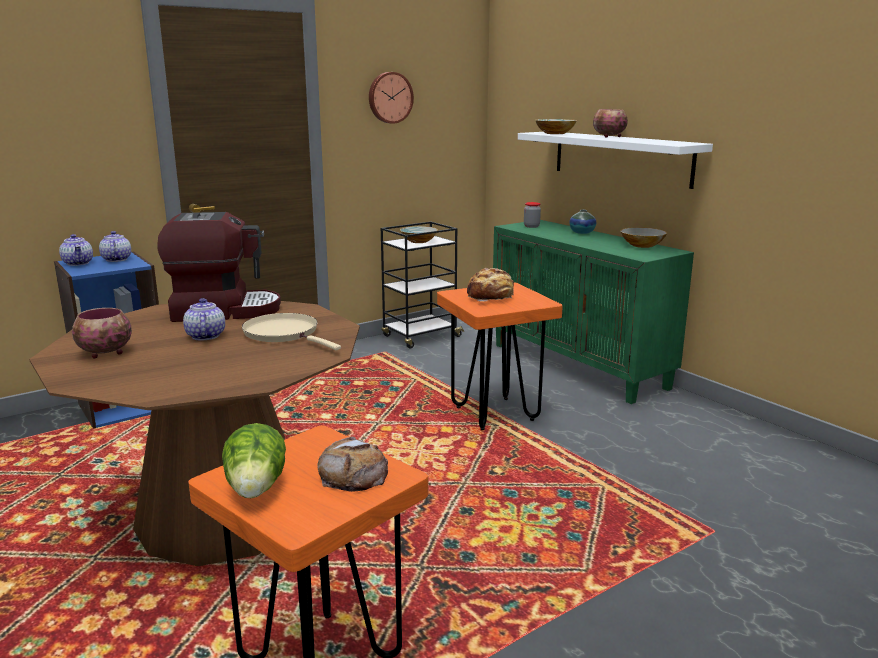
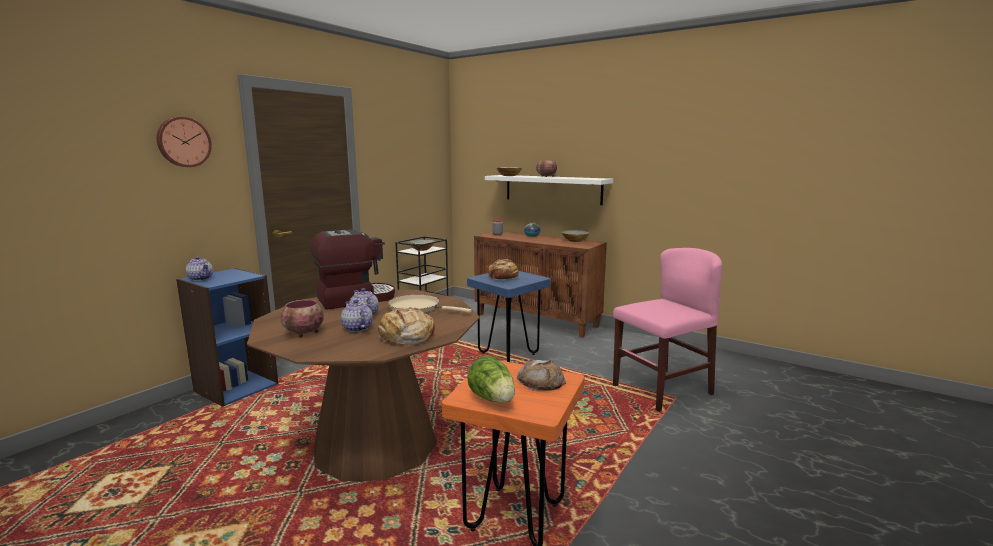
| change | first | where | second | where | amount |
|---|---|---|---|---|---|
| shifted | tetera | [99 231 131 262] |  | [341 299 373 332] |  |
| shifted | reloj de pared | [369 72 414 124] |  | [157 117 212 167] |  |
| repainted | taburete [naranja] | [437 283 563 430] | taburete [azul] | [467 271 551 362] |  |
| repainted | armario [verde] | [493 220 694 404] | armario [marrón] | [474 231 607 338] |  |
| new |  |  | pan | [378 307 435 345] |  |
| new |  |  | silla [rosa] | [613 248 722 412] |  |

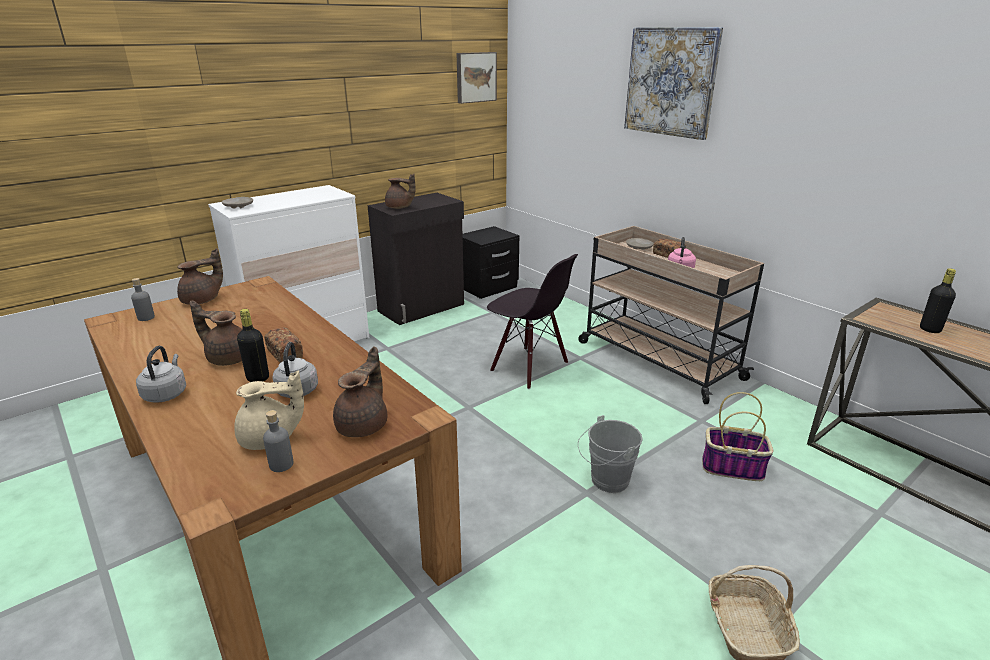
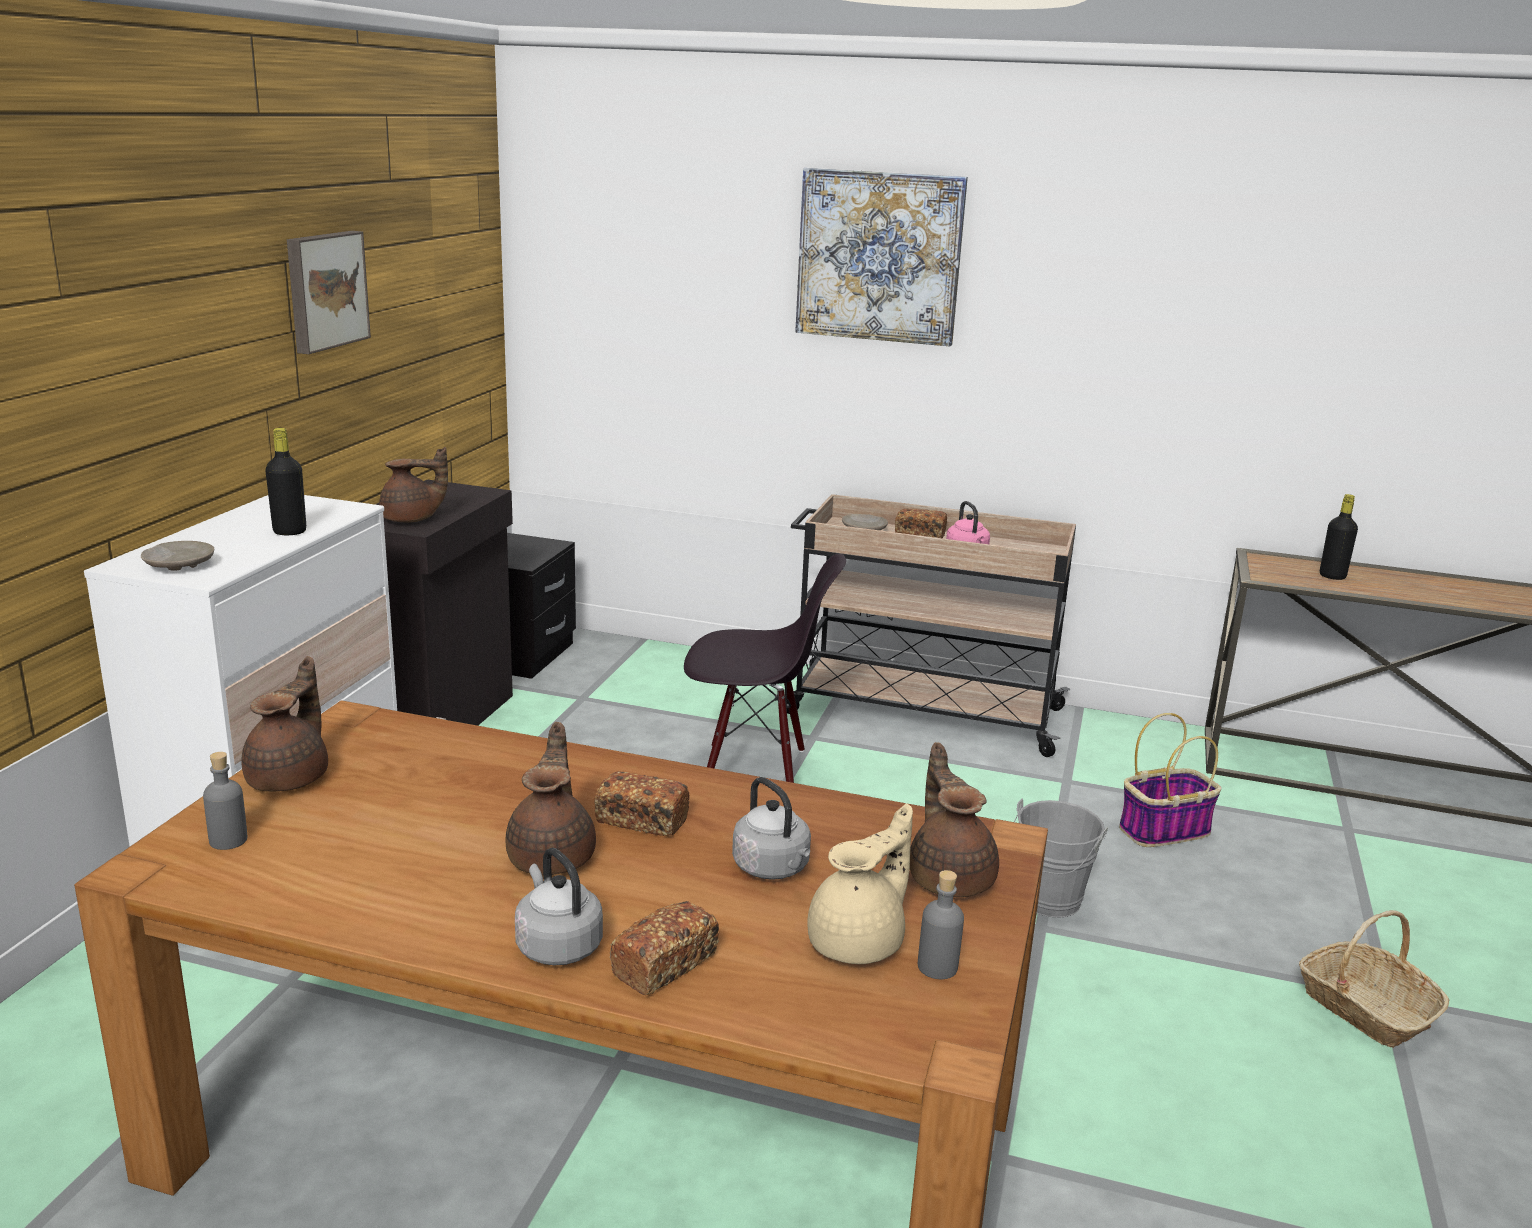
| change | first | where | second | where | amount |
|---|---|---|---|---|---|
| rotated | tetera [marrón] | [190 300 242 366] |  | [506 722 596 875] | 105 degrees clockwise |
| shifted | botella [negro] | [237 309 269 382] |  | [265 428 306 535] |  |
| shifted | cuadro | [456 52 497 104] |  | [287 231 371 354] |  |
| new |  |  | pan | [610 901 719 995] |  |

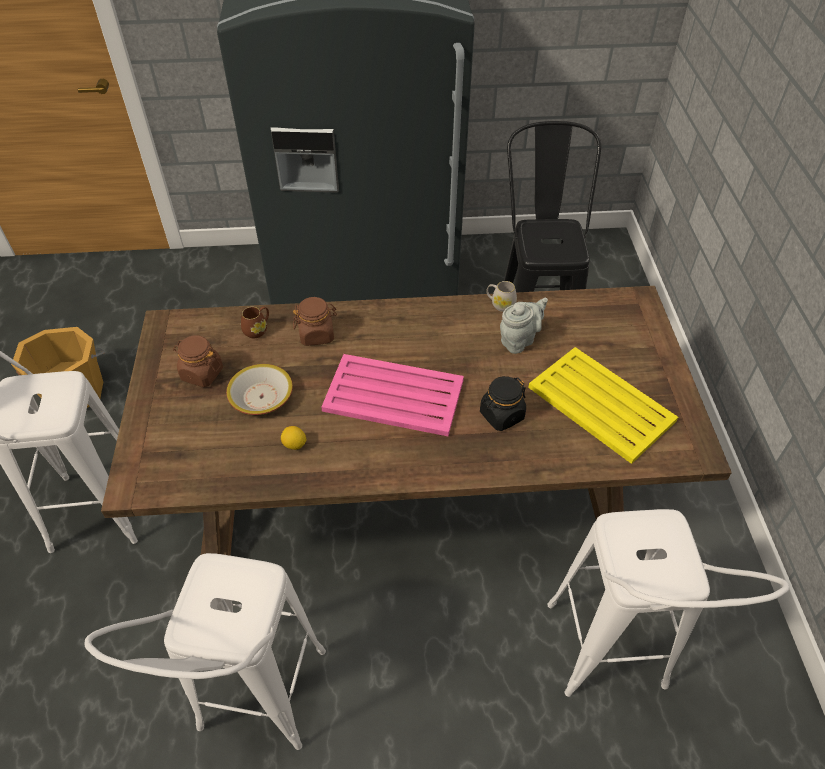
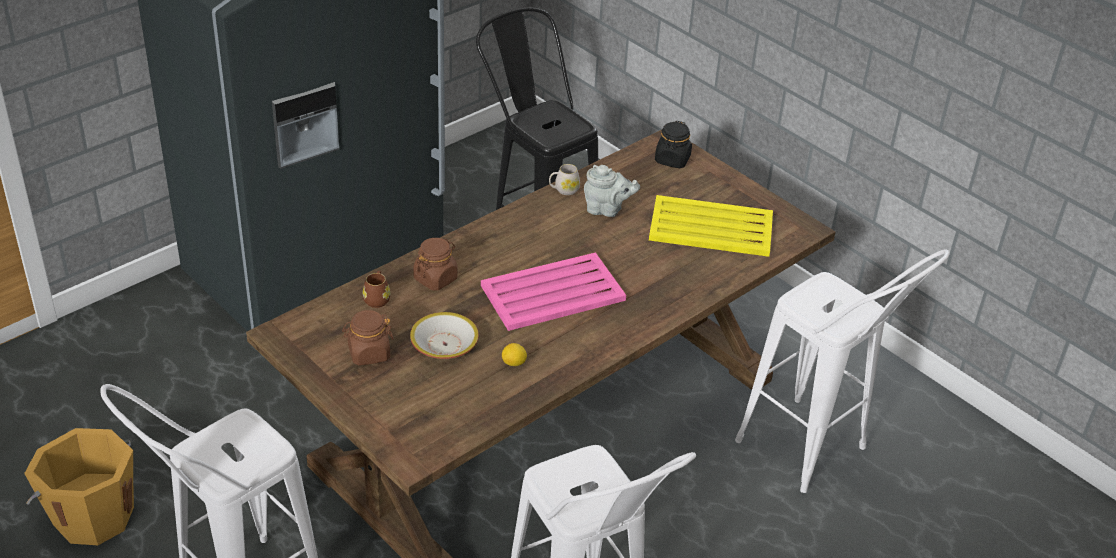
| change | first | where | second | where | amount |
|---|---|---|---|---|---|
| shifted | tarro [negro] | [480 376 526 431] |  | [655 121 692 168] |  |
| rotated | tetera [gris] | [500 298 548 354] |  | [584 165 640 217] | 90 degrees clockwise |

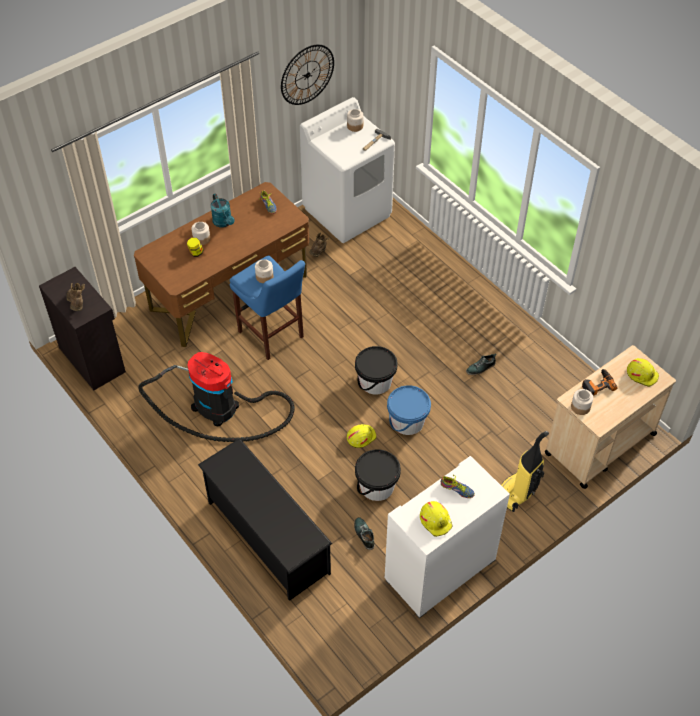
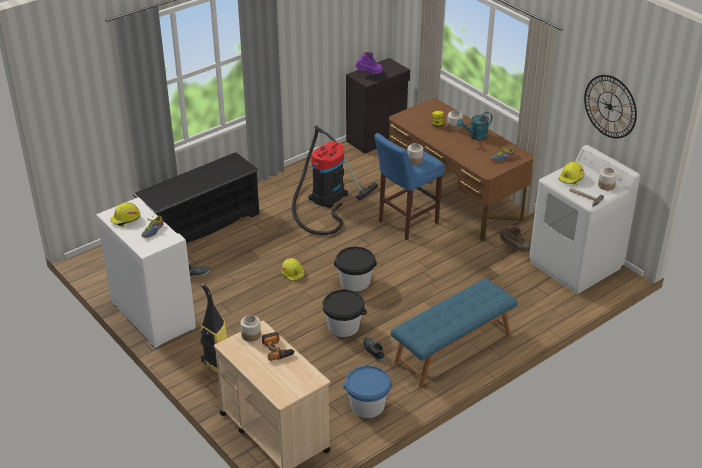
| change | first | where | second | where | amount |
|---|---|---|---|---|---|
| repainted | bota [marrón] | [66 283 85 311] | bota [morado] | [355 52 383 74] |  |
| shifted | cubo [negro] | [355 449 401 501] |  | [322 289 367 337] |  |
| shifted | cubo [azul] | [387 385 431 435] |  | [343 366 392 418] |  |
| shifted | casco [amarillo] | [627 358 659 387] |  | [559 162 584 185] |  |
| new |  |  | banco [azul] | [391 278 518 387] |  |

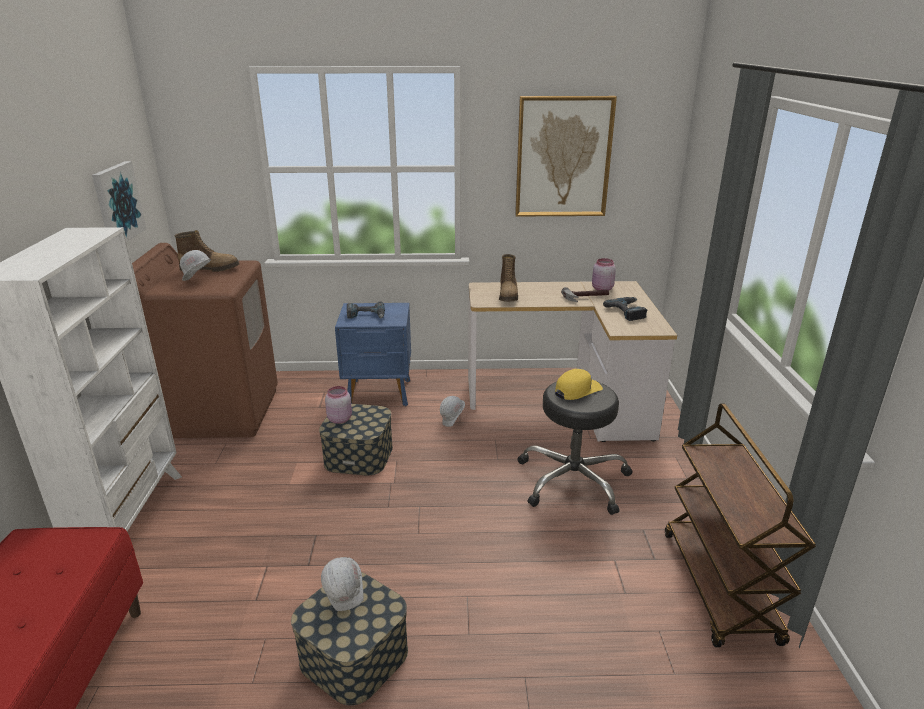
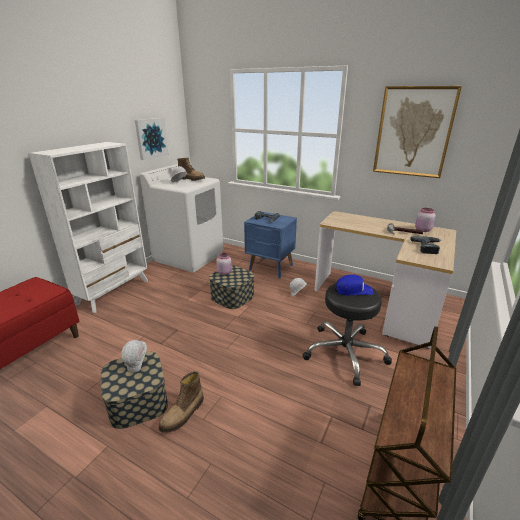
| change | first | where | second | where | amount |
|---|---|---|---|---|---|
| repainted | lavadora [marrón] | [132 243 278 438] | lavadora [blanco] | [140 164 223 272] |  |
| shifted | bota | [499 254 518 301] |  | [159 371 204 433] |  |
| repainted | gorra [amarillo] | [555 369 603 400] | gorra [azul] | [335 274 373 295] |  |

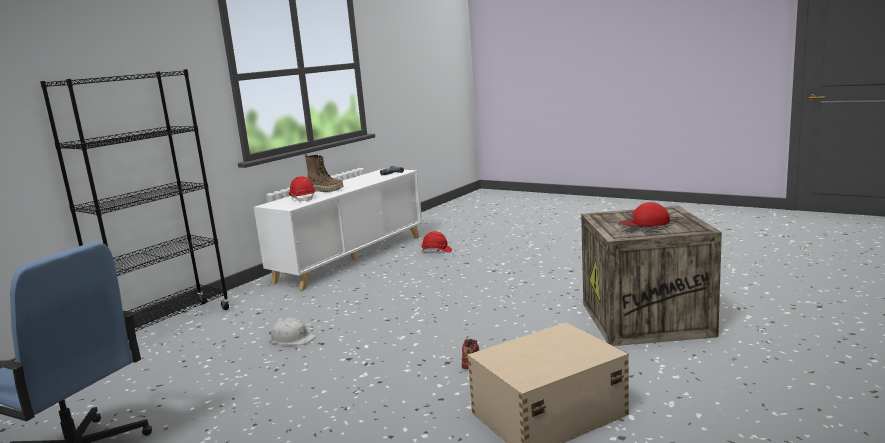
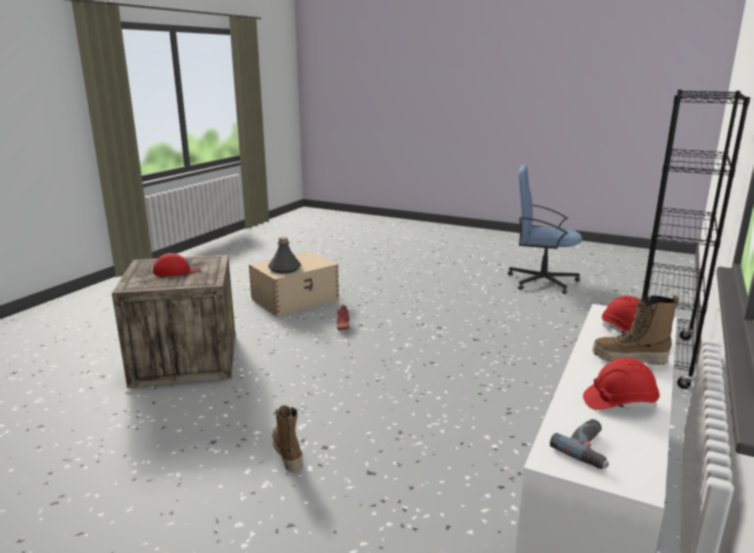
| change | first | where | second | where | amount |
|---|---|---|---|---|---|
| gone | casco [blanco] | [269 318 316 345] |  |  |  |
| shifted | casco [rojo] | [421 231 452 253] |  | [583 358 660 410] |  |
| new |  |  | botella [gris] | [268 237 301 273] |  |
| new |  |  | bota | [272 405 303 473] |  |

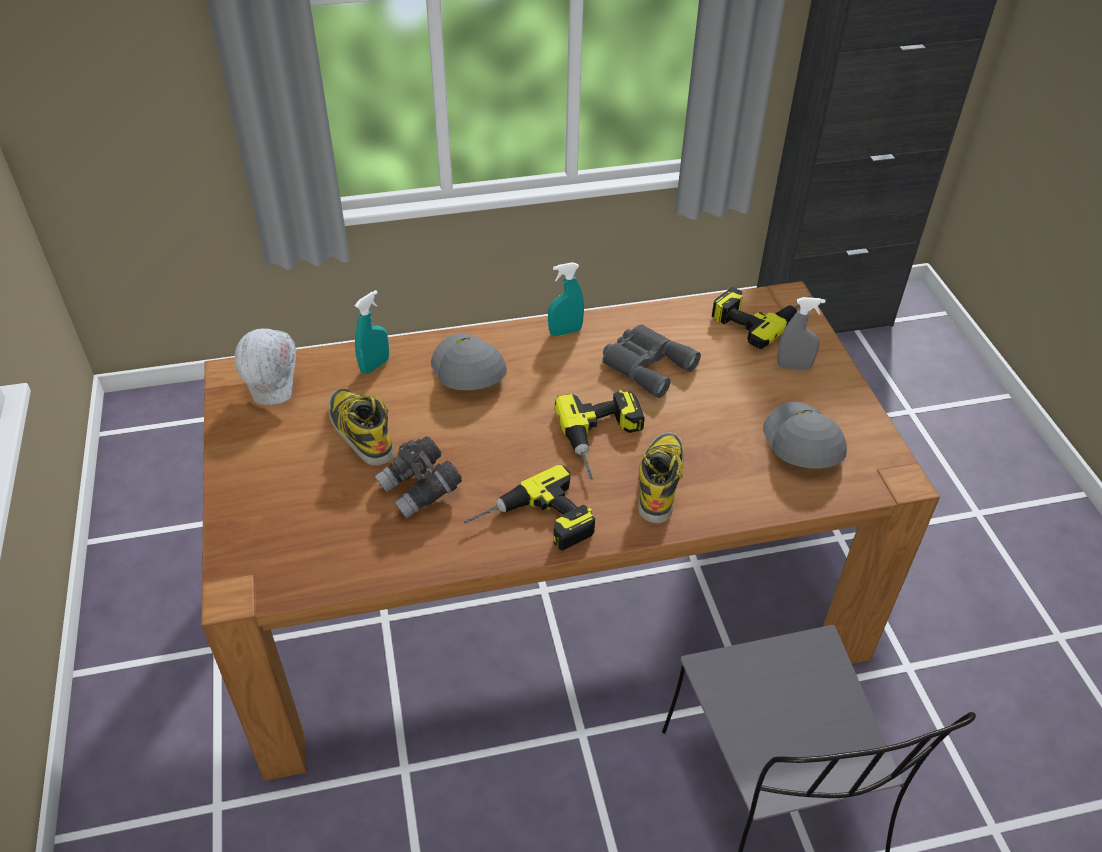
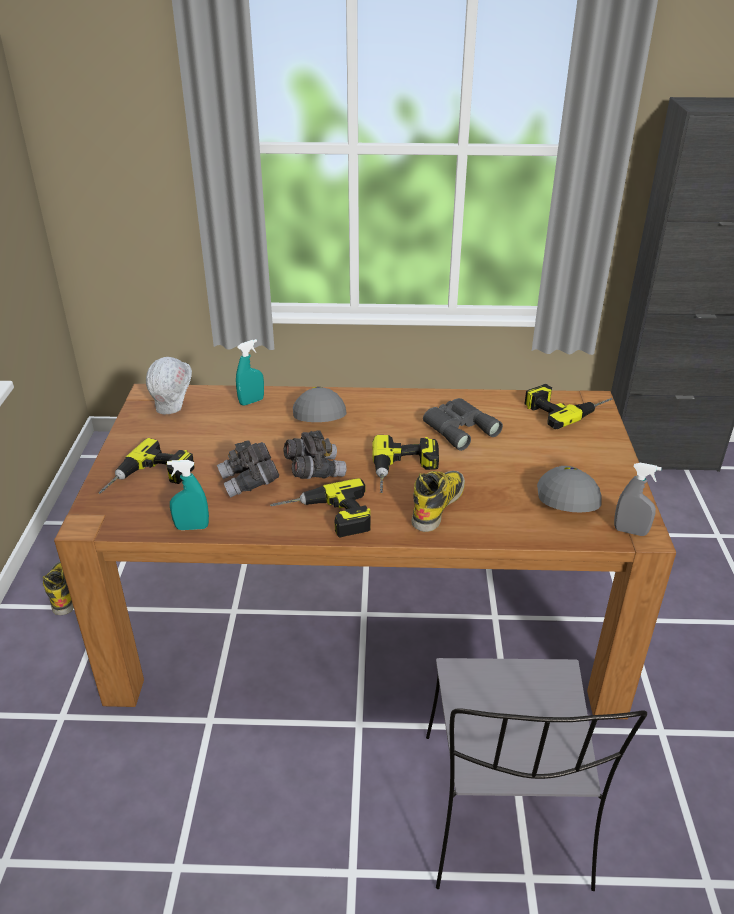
| change | first | where | second | where | amount |
|---|---|---|---|---|---|
| shifted | bota | [328 388 394 465] |  | [43 562 74 615] |  |
| shifted | pulverizador [turquesa] | [548 262 584 336] |  | [167 460 209 530] |  |
| shifted | pulverizador [gris] | [777 297 825 370] |  | [614 463 662 536] |  |
| new |  |  | taladro | [98 438 195 494] |  |
| new |  |  | prismáticos [gris] | [284 430 347 479] |  |

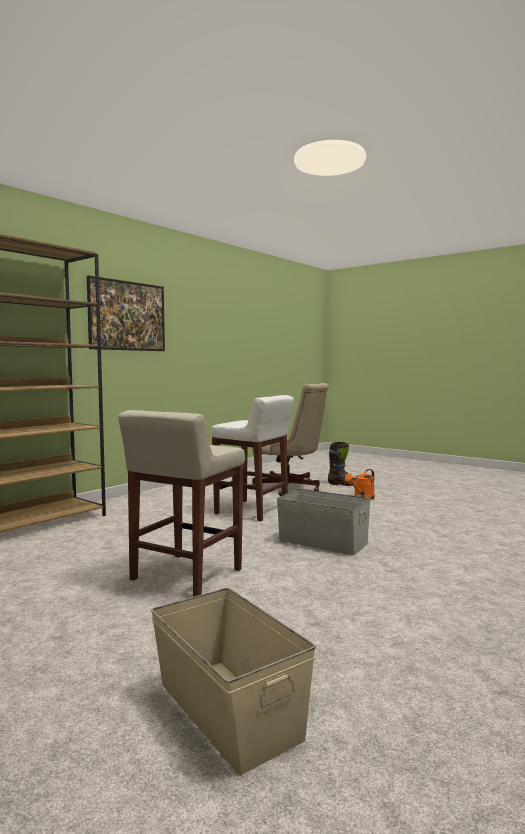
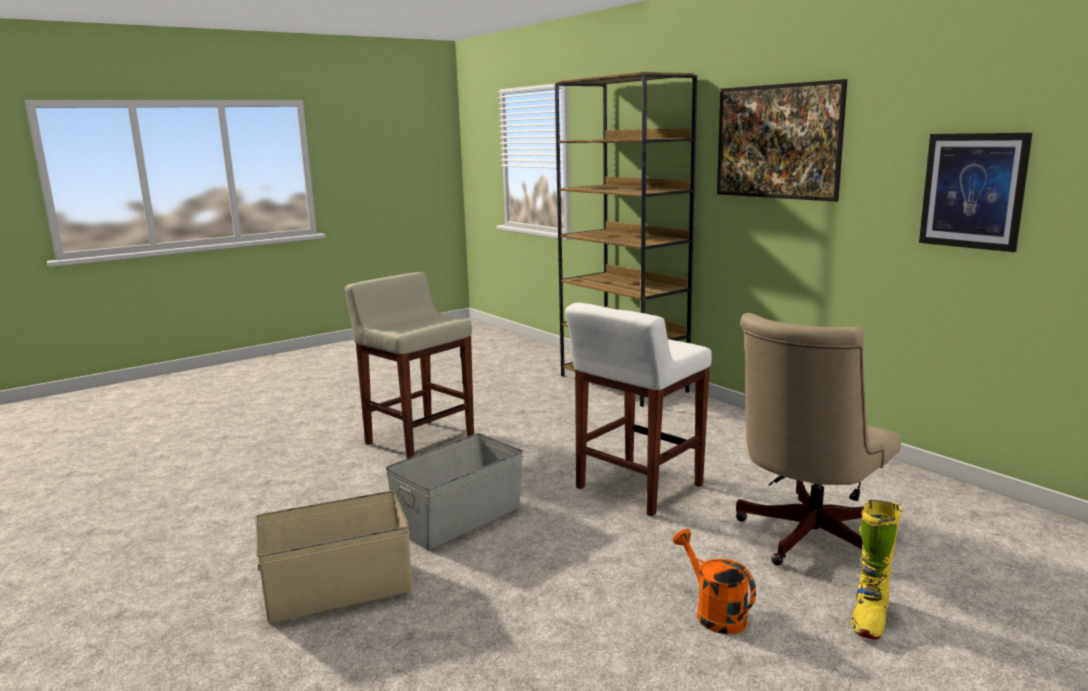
| change | first | where | second | where | amount |
|---|---|---|---|---|---|
| shifted | caja de almacenaje [beis] | [151 588 316 775] |  | [256 491 412 623] |  |
| repainted | bota [negro] | [328 442 355 486] | bota [amarillo] | [851 500 902 639] |  |
| new |  |  | cuadro | [919 133 1032 252] |  |

